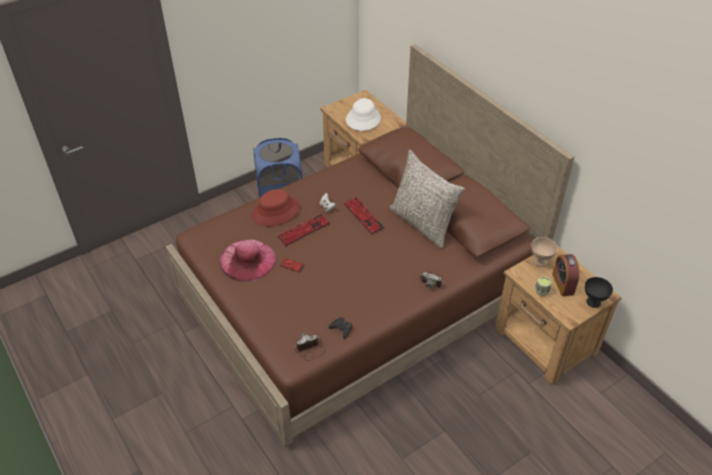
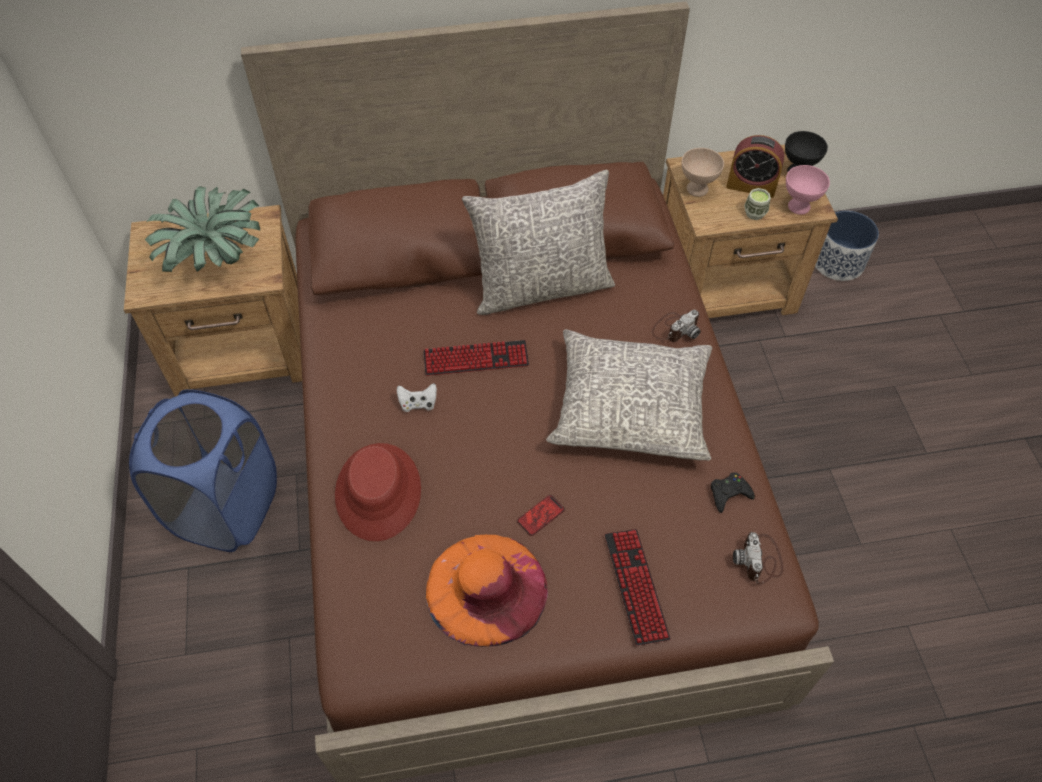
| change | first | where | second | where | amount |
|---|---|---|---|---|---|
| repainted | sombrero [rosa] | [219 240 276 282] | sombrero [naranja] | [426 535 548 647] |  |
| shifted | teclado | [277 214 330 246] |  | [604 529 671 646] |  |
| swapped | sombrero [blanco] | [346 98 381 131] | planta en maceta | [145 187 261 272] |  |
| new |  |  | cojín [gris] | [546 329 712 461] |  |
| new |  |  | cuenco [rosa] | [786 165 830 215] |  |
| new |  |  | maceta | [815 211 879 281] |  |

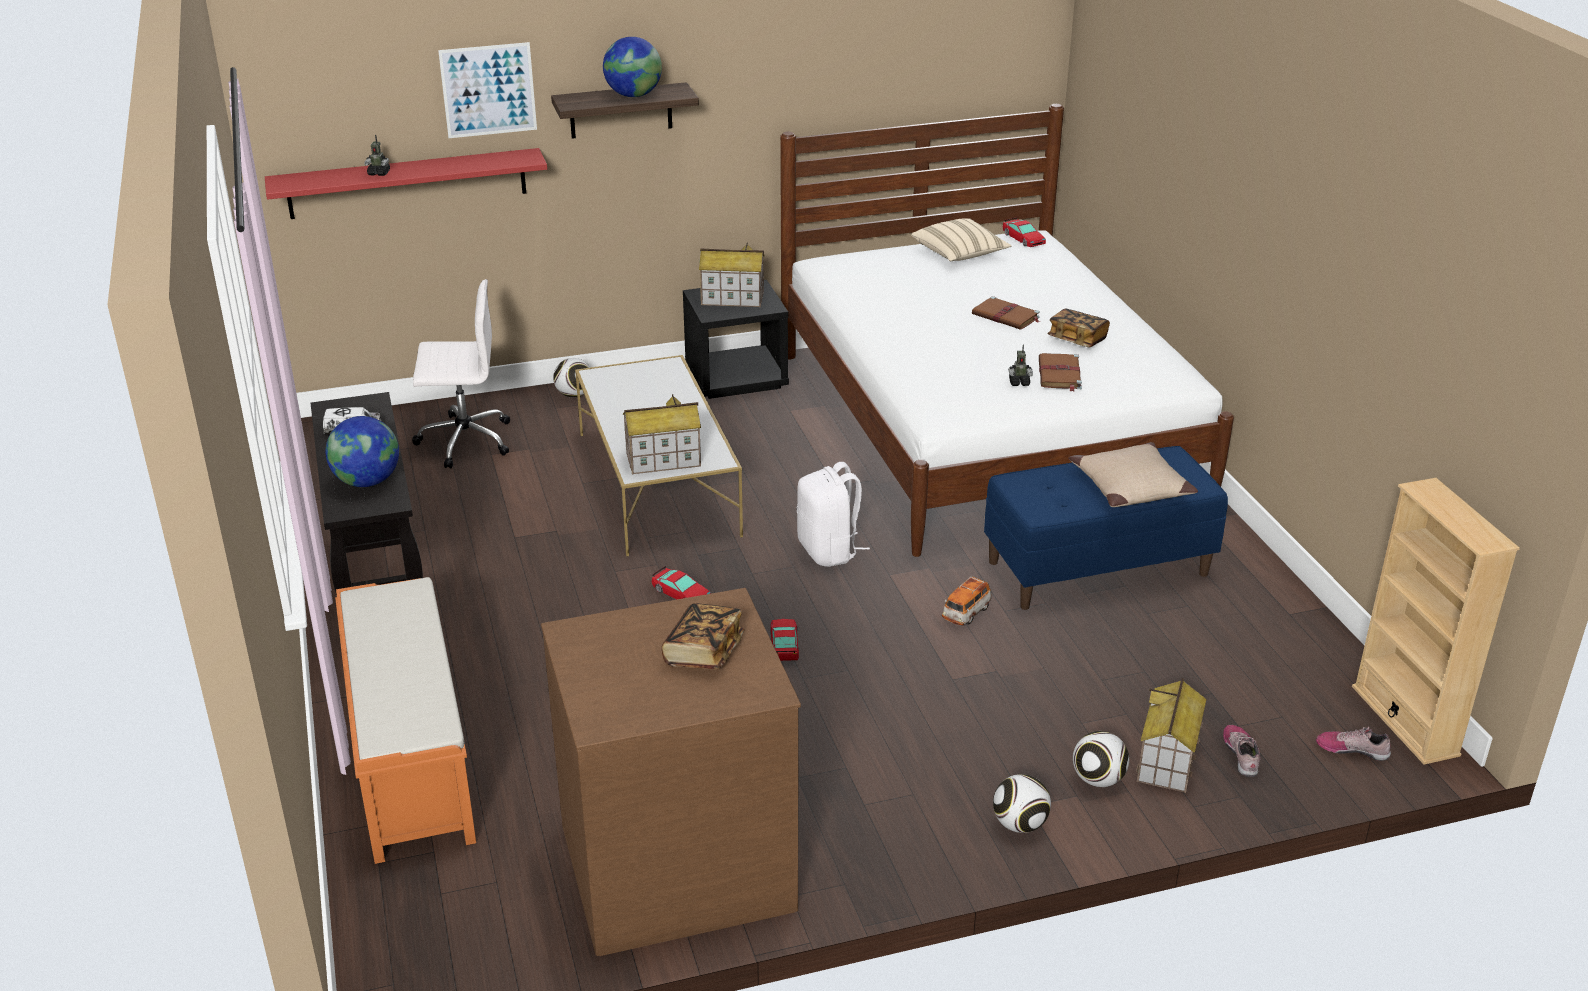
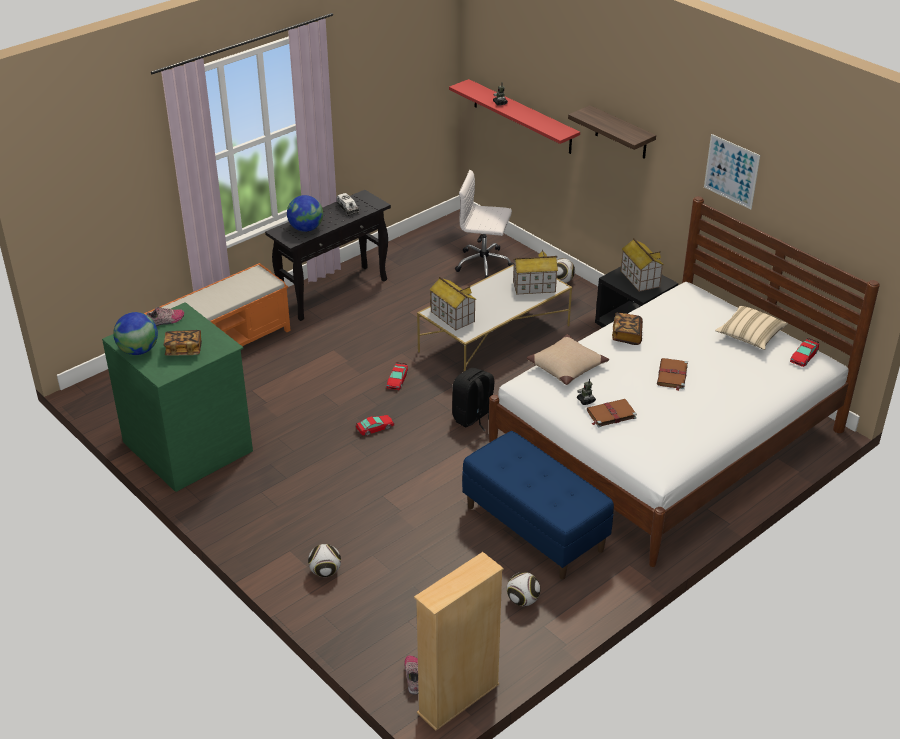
| change | first | where | second | where | amount |
|---|---|---|---|---|---|
| rotated | silla de oficina [blanco] | [412 279 510 468] |  | [455 170 514 278] | 135 degrees clockwise |
| shifted | cuadro | [438 42 537 138] |  | [704 134 760 209] |  |
| repainted | cómoda [marrón] | [541 588 801 956] | cómoda [verde] | [102 302 253 492] |  |
| shifted | globo terráqueo | [603 37 662 97] |  | [113 312 158 355] |  |
| repainted | mochila [blanco] | [797 462 870 567] | mochila [negro] | [452 368 494 431] |  |
| gone | coche de juguete | [942 576 991 625] |  |  |  |
| shifted | balón de fútbol | [993 774 1051 833] |  | [507 572 540 606] |  |
| shifted | libro | [1047 309 1110 347] |  | [612 313 643 345] |  |
| shifted | cojín [beis] | [1068 442 1198 507] |  | [527 334 609 385] |  |
| shifted | casita | [1136 678 1207 793] |  | [513 250 558 295] |  |
| shifted | zapato | [1223 725 1261 777] |  | [147 307 184 326] |  |

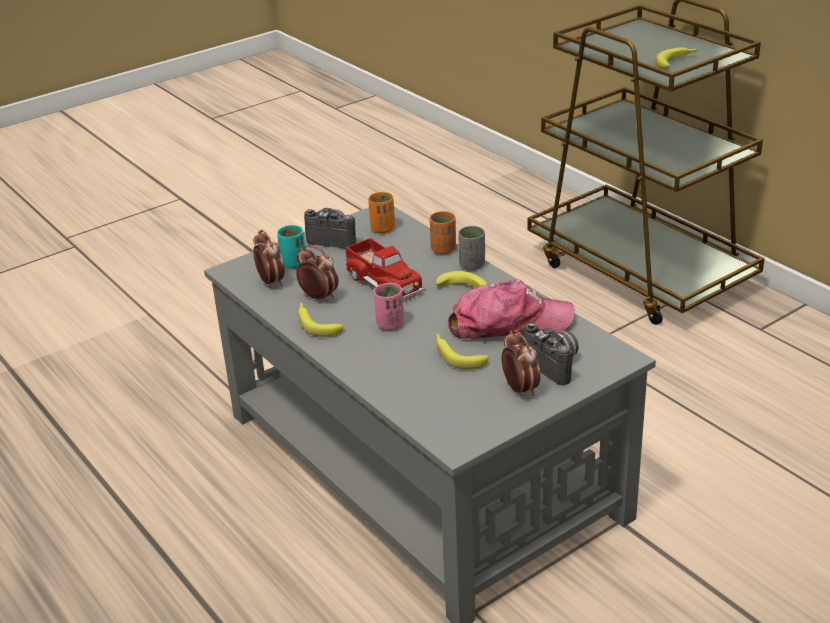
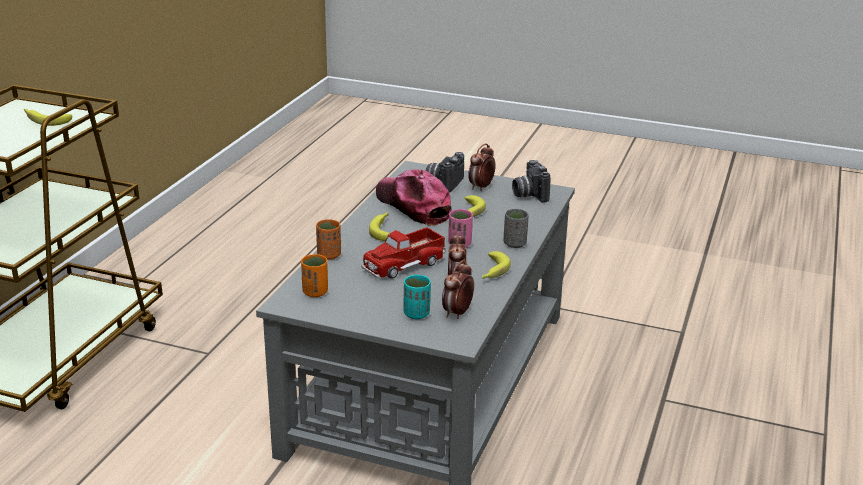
| change | first | where | second | where | amount |
|---|---|---|---|---|---|
| shifted | cámara | [304 208 356 248] |  | [512 160 551 203] |  |
| rotated | camión de juguete | [345 238 424 299] |  | [361 227 446 279] | 150 degrees counterclockwise |
| shifted | taza [gris] | [458 226 485 270] |  | [503 209 529 248] |  |

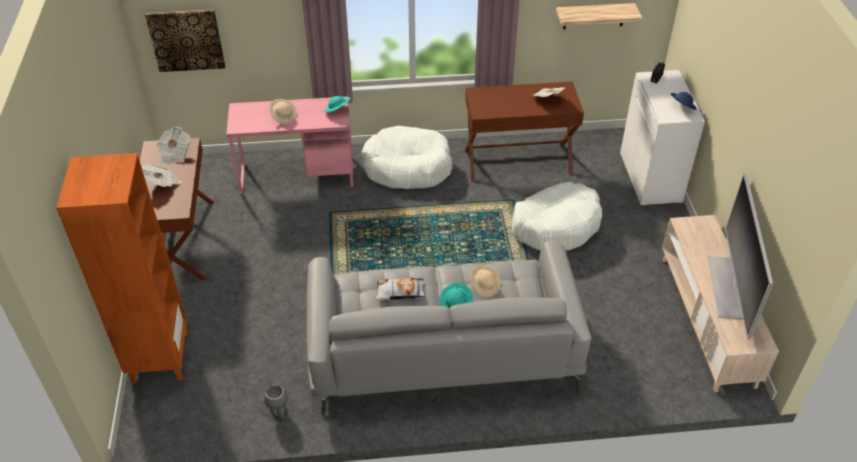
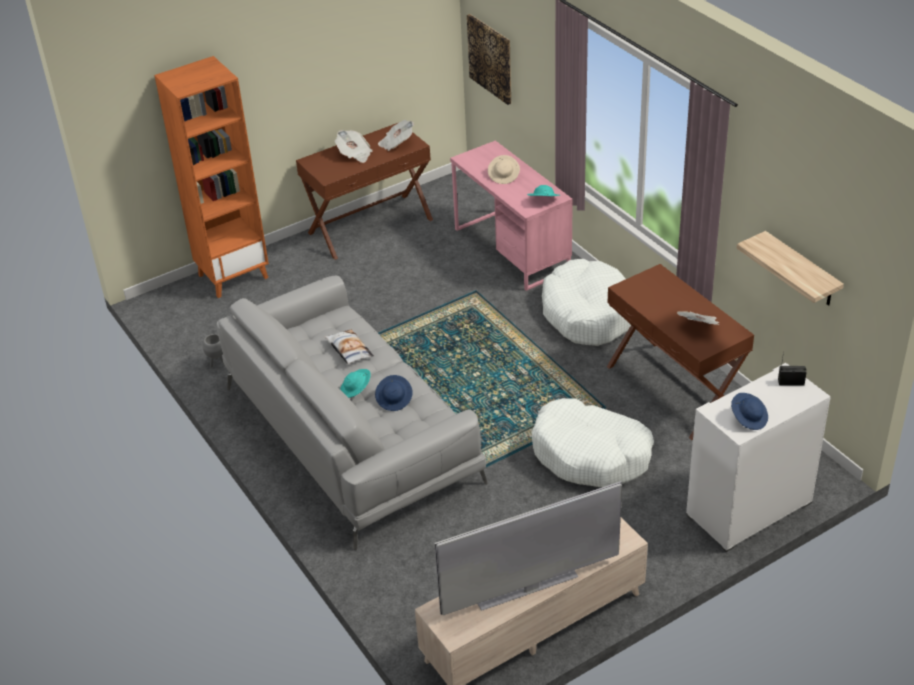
| change | first | where | second | where | amount |
|---|---|---|---|---|---|
| repainted | sombrero [beis] | [470 265 500 297] | sombrero [azul] | [375 375 413 411] |  |

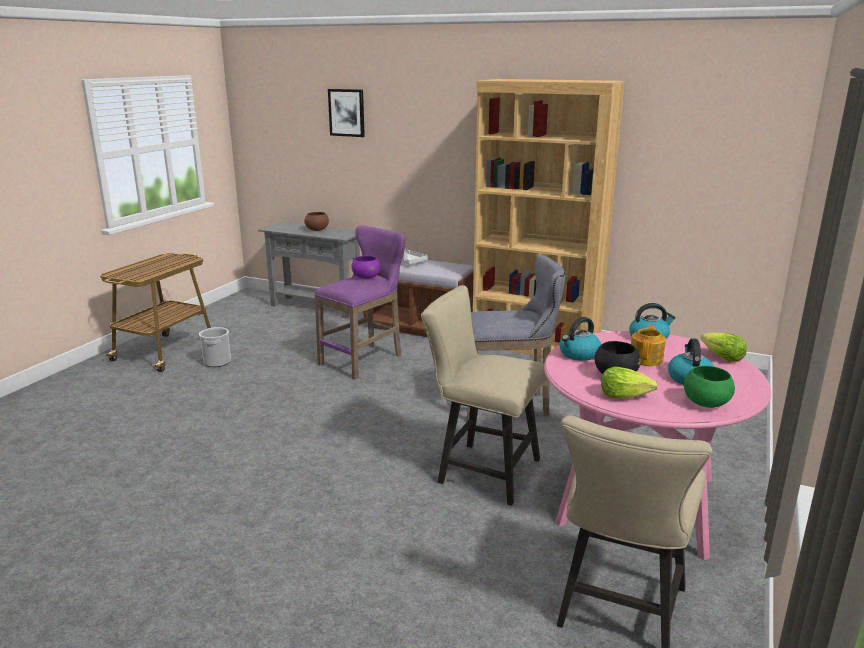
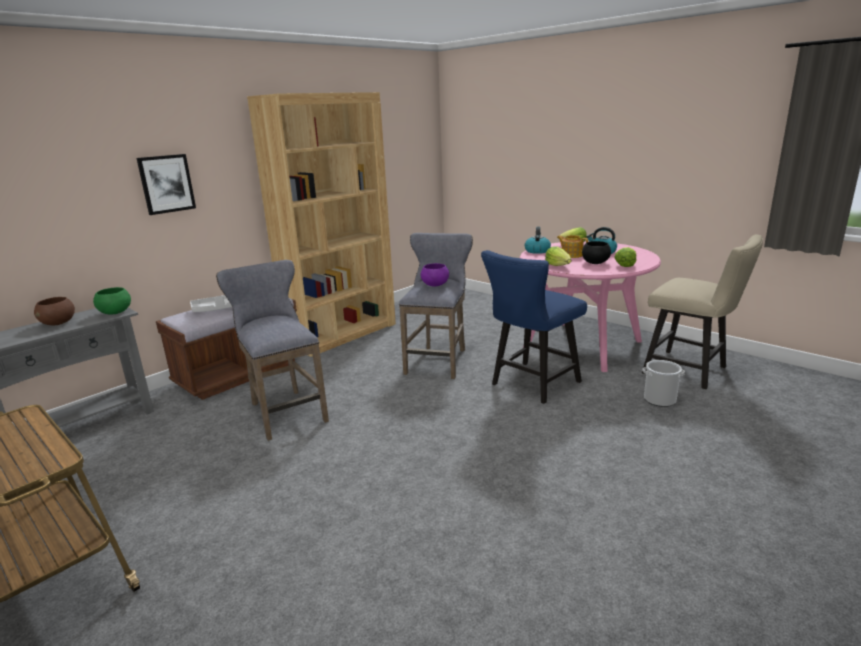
| change | first | where | second | where | amount |
|---|---|---|---|---|---|
| shifted | cubo | [199 327 231 367] |  | [643 360 685 407] |  |
| repainted | taburete [morado] | [314 226 406 379] | taburete [gris] | [216 260 329 441] |  |
| shifted | cuadro | [328 89 365 137] |  | [136 154 196 215] |  |
| shifted | cuenco [morado] | [351 256 380 279] |  | [421 263 449 287] |  |
| repainted | silla [beis] | [421 285 547 506] | silla [azul] | [481 250 587 404] |  |
| swapped | hervidor | [559 317 601 361] | lechuga | [545 246 571 266] |  |
| shifted | cuenco [verde] | [684 366 735 408] |  | [93 287 131 314] |  |

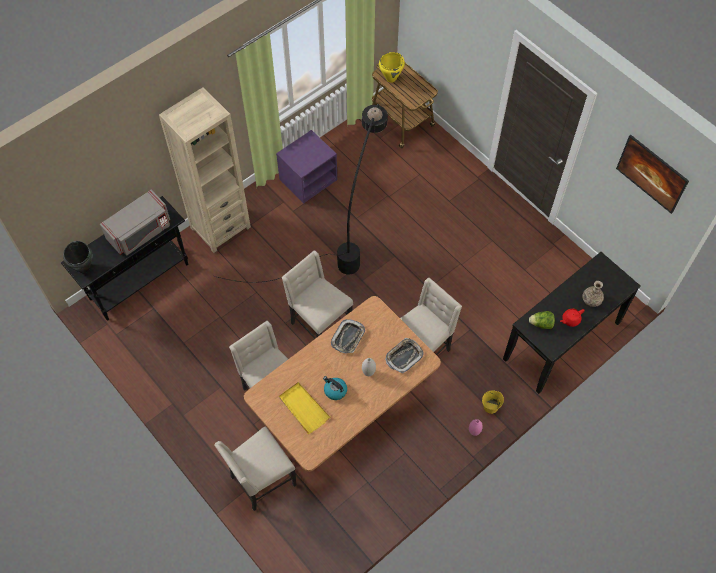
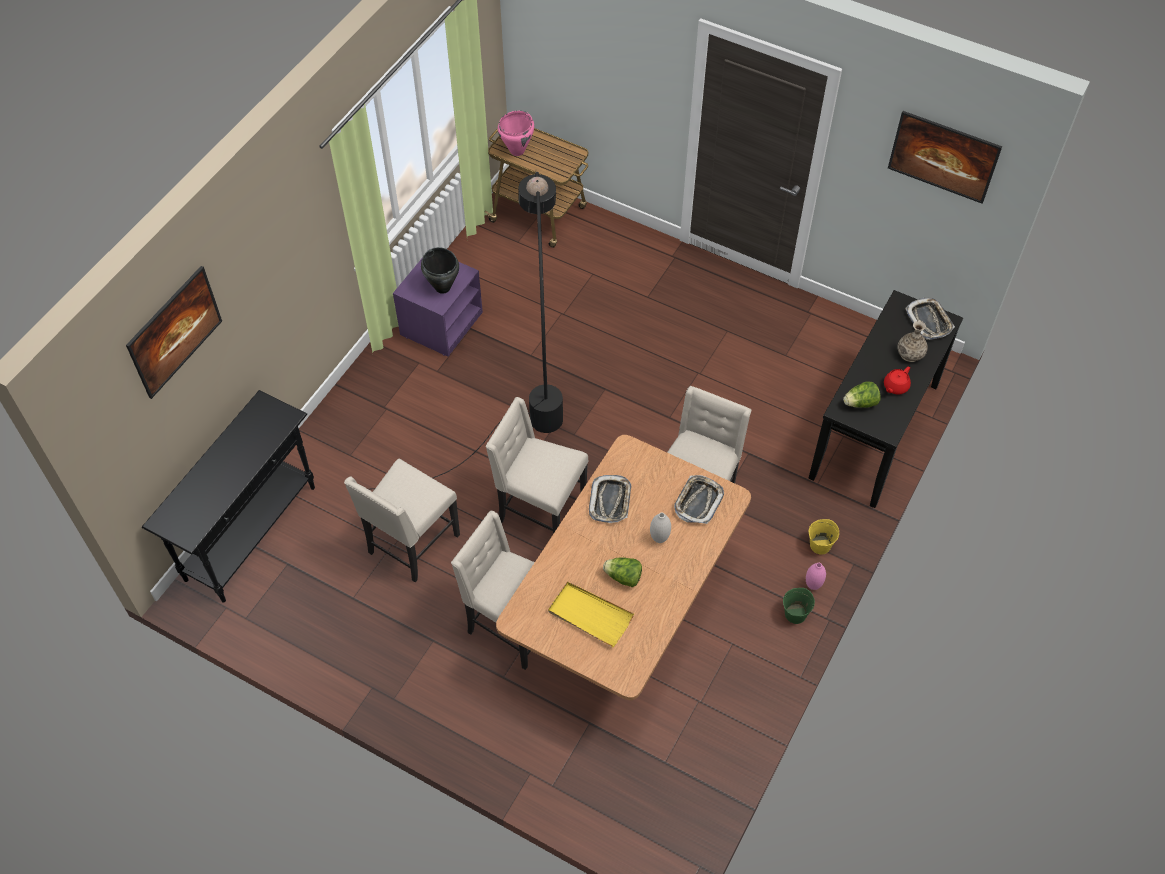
| change | first | where | second | where | amount |
|---|---|---|---|---|---|
| shifted | olla [negro] | [63 241 93 273] |  | [421 247 459 294] |  |
| gone | microondas [gris] | [100 190 170 256] |  |  |  |
| gone | estantería [beis] | [159 87 251 253] |  |  |  |
| shifted | silla [beis] | [214 426 297 511] |  | [344 459 460 582] |  |
| swapped | hervidor | [323 376 347 400] | lechuga | [603 557 642 587] |  |
| repainted | olla [amarillo] | [379 52 405 83] | olla [rosa] | [498 111 534 156] |  |
| new |  |  | cuadro | [126 266 222 399] |  |
| new |  |  | cubo [verde] | [783 588 815 624] |  |
| new |  |  | bandeja | [905 298 955 340] |  |

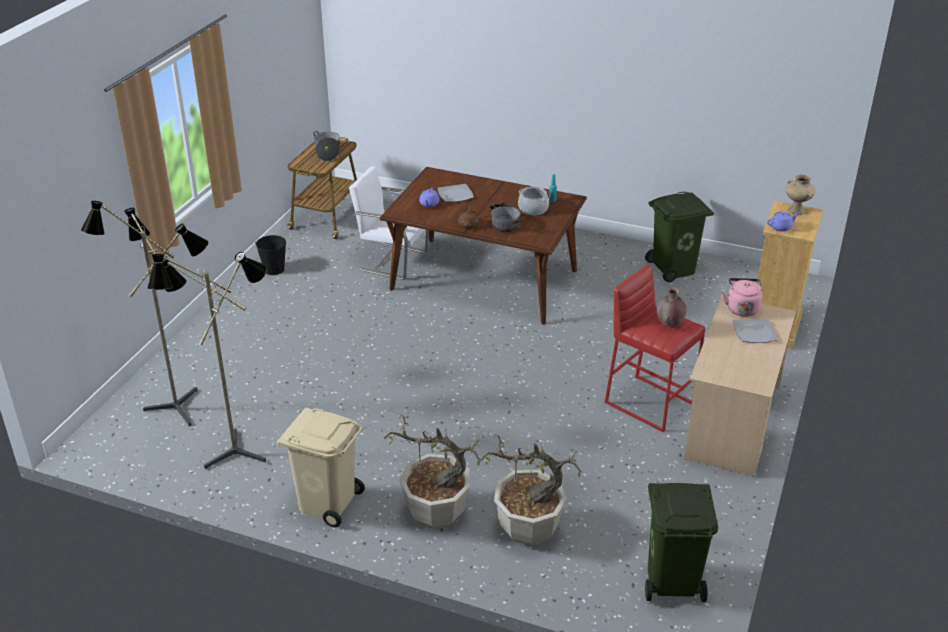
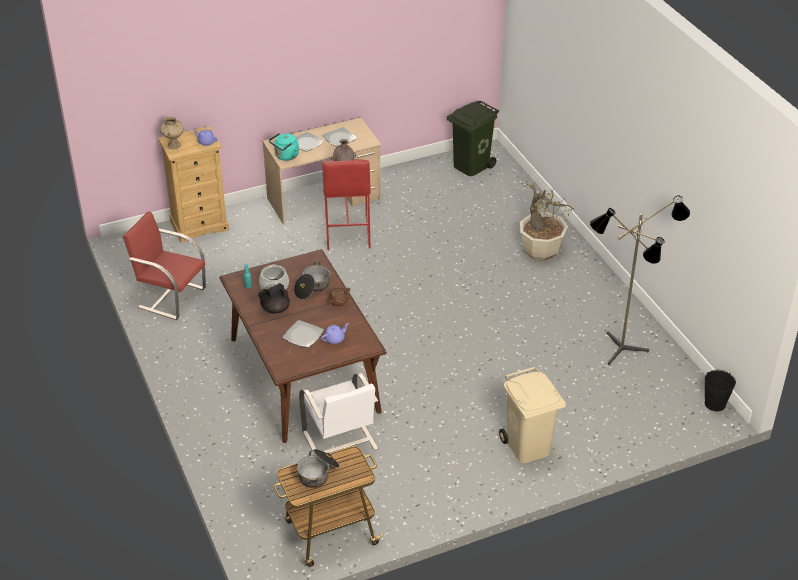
| change | first | where | second | where | amount |
|---|---|---|---|---|---|
| gone | lámpara de pie | [81 201 208 426] |  |  |  |
| shifted | cubo [negro] | [255 235 286 275] |  | [705 370 736 411] |  |
| shifted | papelera [beis] | [276 407 365 527] |  | [499 367 566 463] |  |
| gone | planta en maceta | [482 433 581 545] |  |  |  |
| swapped | papelera [verde] | [645 191 714 282] | silla [rojo] | [123 212 206 320] |  |
| repainted | hervidor [rosa] | [722 278 763 317] | hervidor [turquesa] | [269 133 299 161] |  |
| new |  |  | tetera [negro] | [258 283 290 314] |  |
| new |  |  | plato | [323 127 357 146] |  |

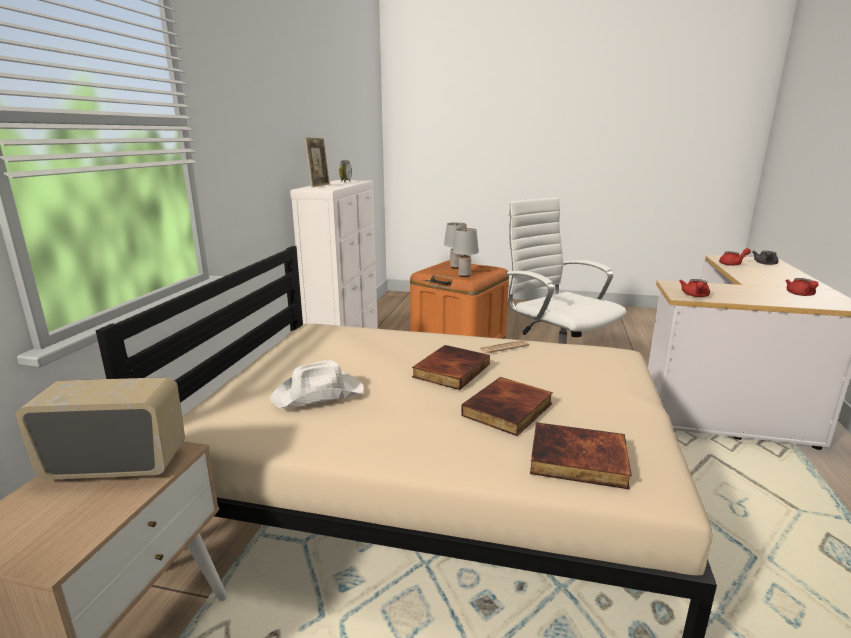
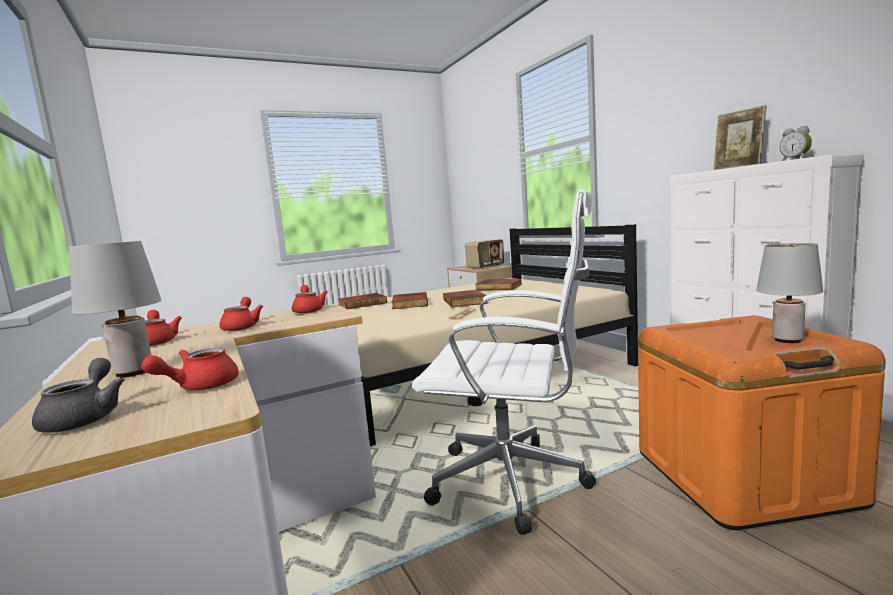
| change | first | where | second | where | amount |
|---|---|---|---|---|---|
| swapped | sombrero [blanco] | [270 360 364 408] | libro | [476 279 522 290] |  |
| shifted | lámpara de mesa [gris] | [452 228 479 277] |  | [69 241 161 378] |  |
| new |  |  | tetera [rojo] | [219 297 263 331] |  |

